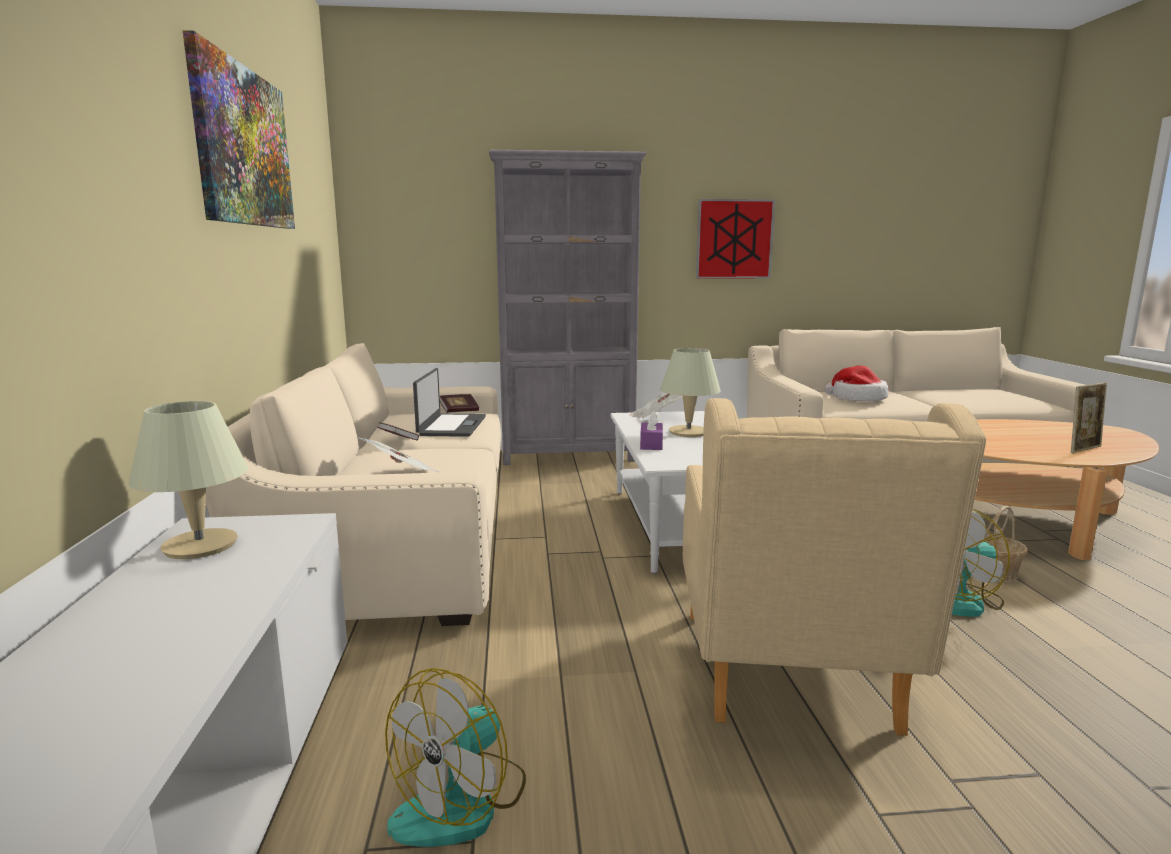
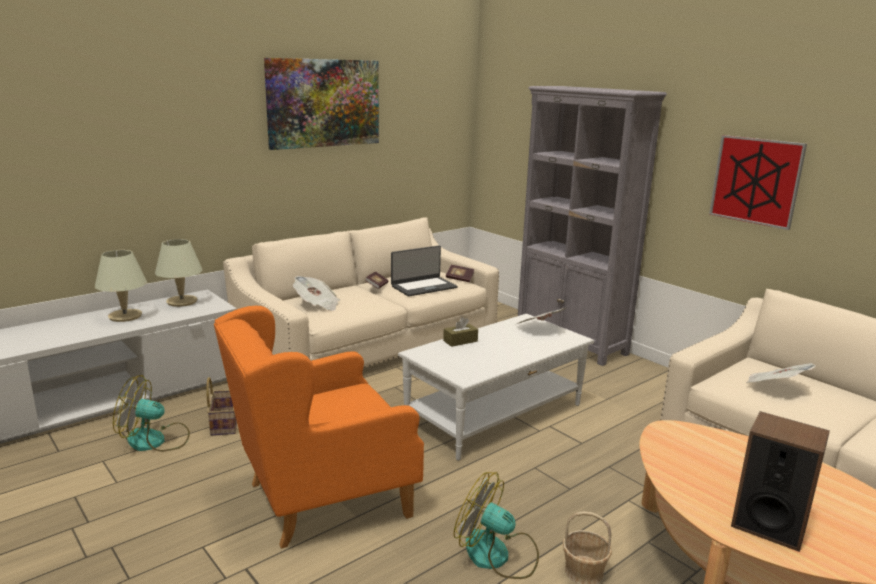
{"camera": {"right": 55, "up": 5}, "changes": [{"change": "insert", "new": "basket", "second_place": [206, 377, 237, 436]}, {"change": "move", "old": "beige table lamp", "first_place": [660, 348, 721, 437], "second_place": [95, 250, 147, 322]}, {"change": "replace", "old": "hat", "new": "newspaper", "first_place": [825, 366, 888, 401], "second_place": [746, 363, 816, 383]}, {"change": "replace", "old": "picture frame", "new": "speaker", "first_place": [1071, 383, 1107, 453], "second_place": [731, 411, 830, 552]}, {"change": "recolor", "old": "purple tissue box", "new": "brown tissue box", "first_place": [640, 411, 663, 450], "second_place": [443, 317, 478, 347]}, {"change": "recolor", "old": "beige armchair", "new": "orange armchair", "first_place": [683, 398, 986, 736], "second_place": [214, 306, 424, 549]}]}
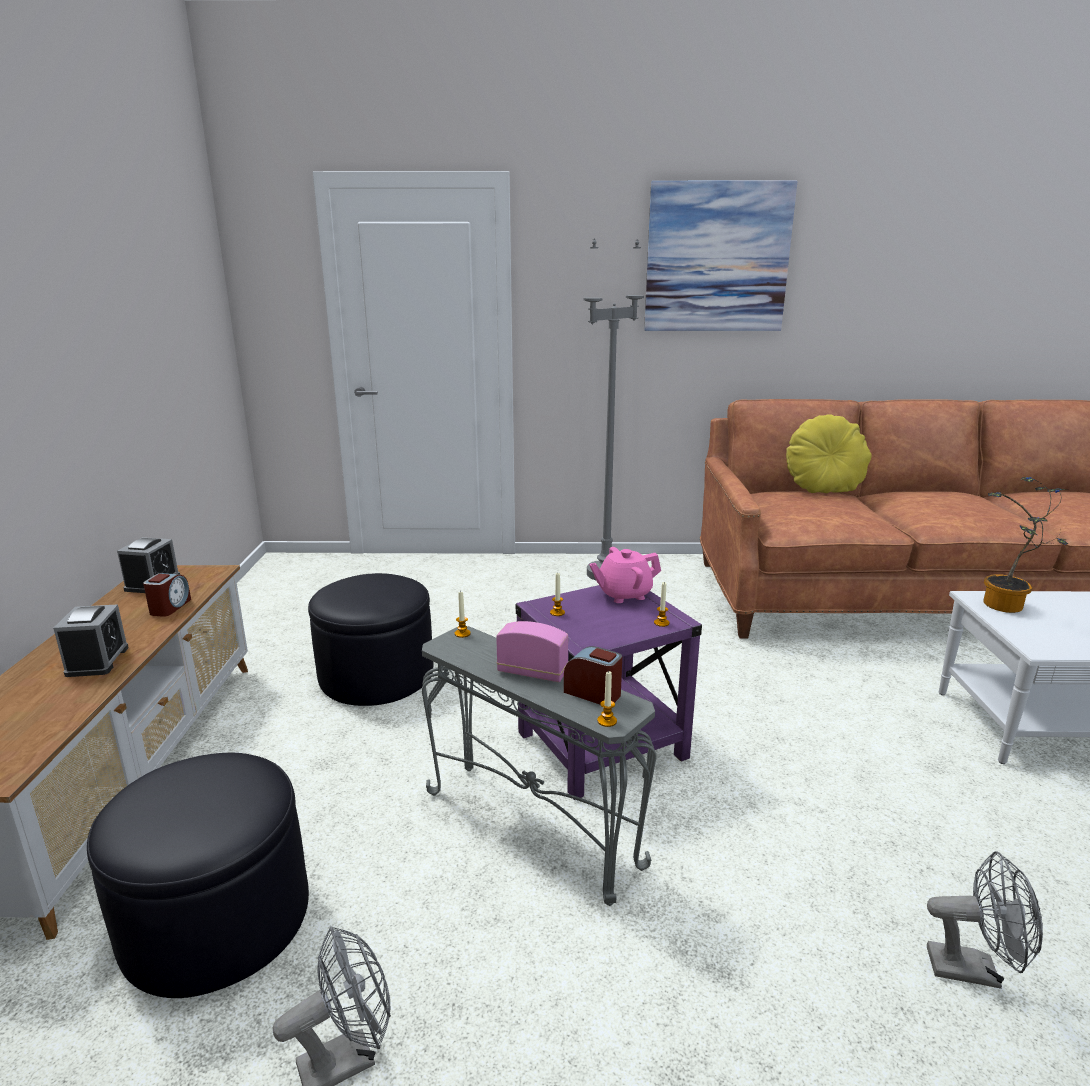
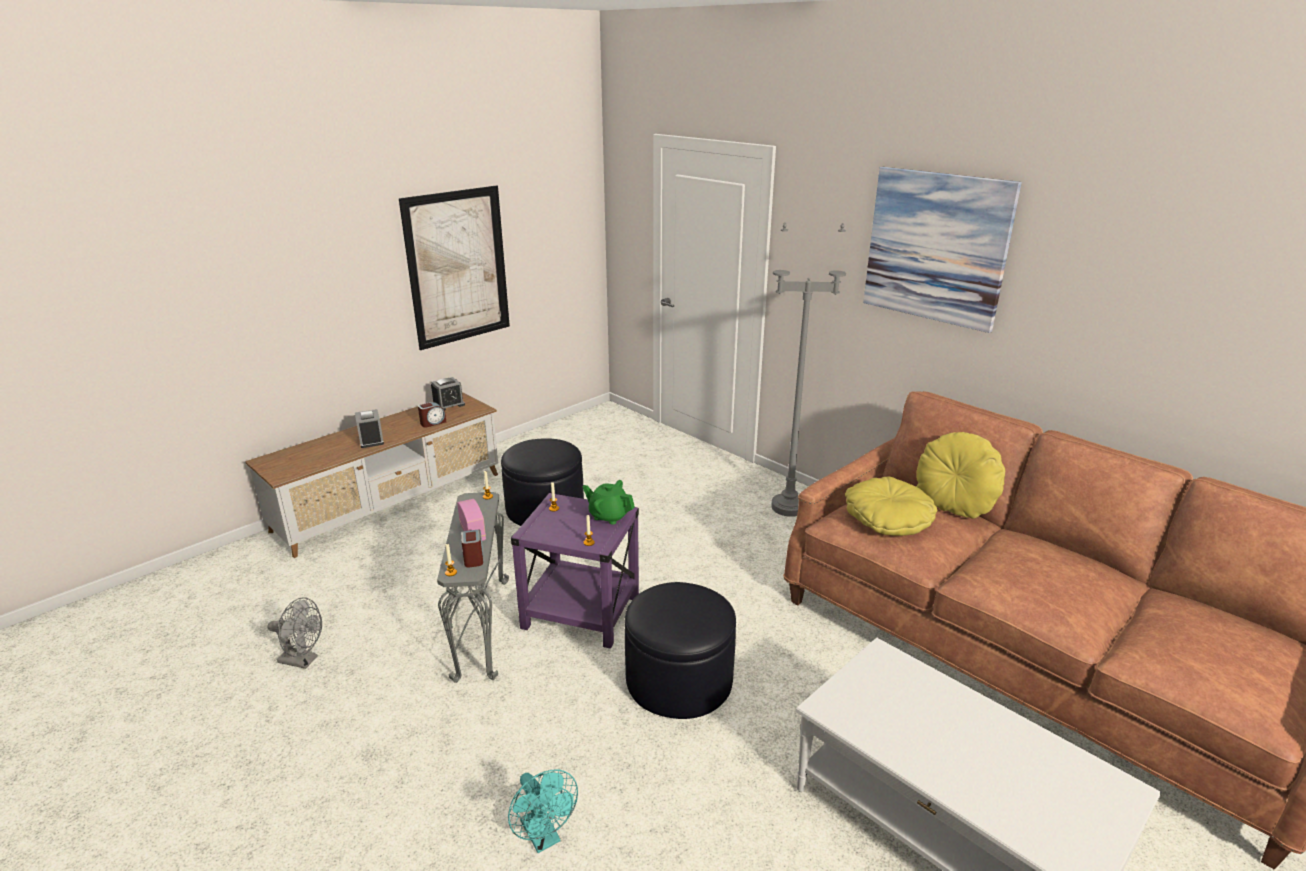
{"camera": {"right": 45, "up": 5}, "changes": [{"change": "delete", "old": "potted plant", "first_place": [983, 477, 1070, 613]}, {"change": "insert", "new": "picture", "second_place": [399, 185, 510, 350]}, {"change": "insert", "new": "yellow pillow", "second_place": [845, 476, 937, 536]}, {"change": "move", "old": "black ottoman", "first_place": [87, 753, 309, 998], "second_place": [625, 582, 736, 719]}, {"change": "recolor", "old": "pink teapot", "new": "green teapot", "first_place": [589, 547, 661, 603], "second_place": [583, 480, 635, 525]}, {"change": "recolor", "old": "grey fan", "new": "turquoise fan", "first_place": [927, 851, 1043, 989], "second_place": [508, 769, 578, 853]}, {"change": "rotate", "old": "alarm clock", "first_place": [53, 604, 129, 677], "second_place": [355, 409, 384, 448], "degrees": -60}]}
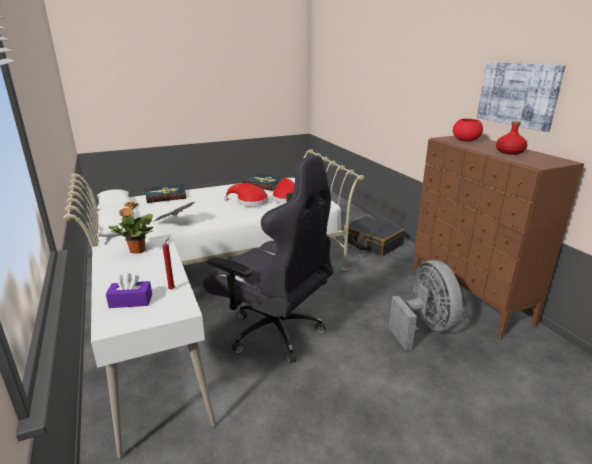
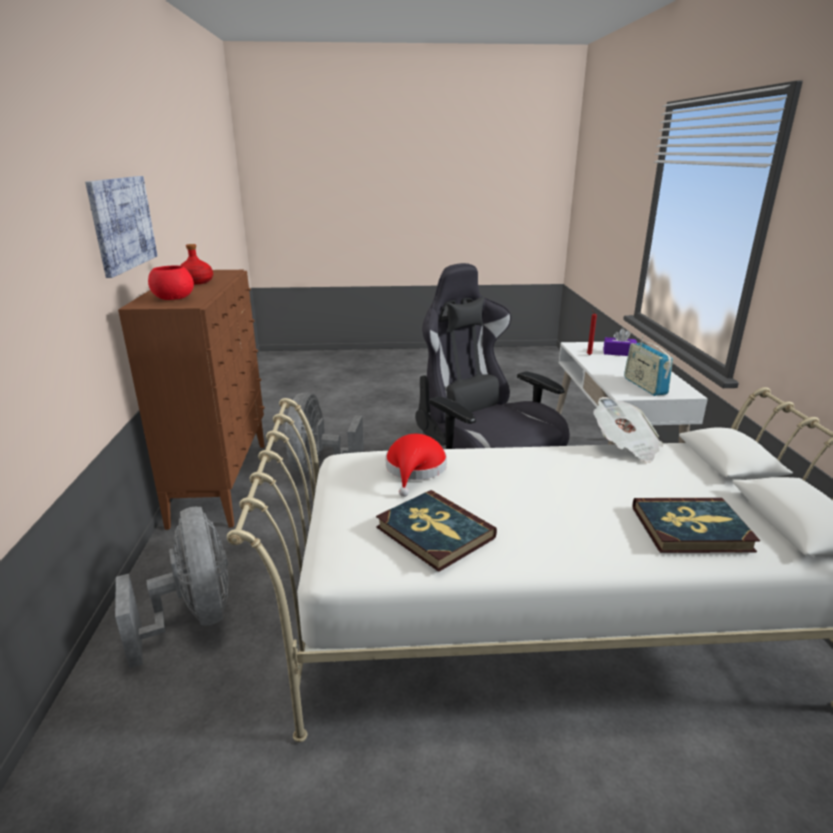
{"camera": {"right": -160, "up": 0}, "changes": [{"change": "delete", "old": "red hat", "first_place": [224, 183, 268, 207]}, {"change": "replace", "old": "potted plant", "new": "radio", "first_place": [108, 202, 154, 254], "second_place": [624, 336, 673, 396]}, {"change": "replace", "old": "black suitcase", "new": "grey fan", "first_place": [343, 216, 405, 257], "second_place": [115, 507, 228, 668]}]}
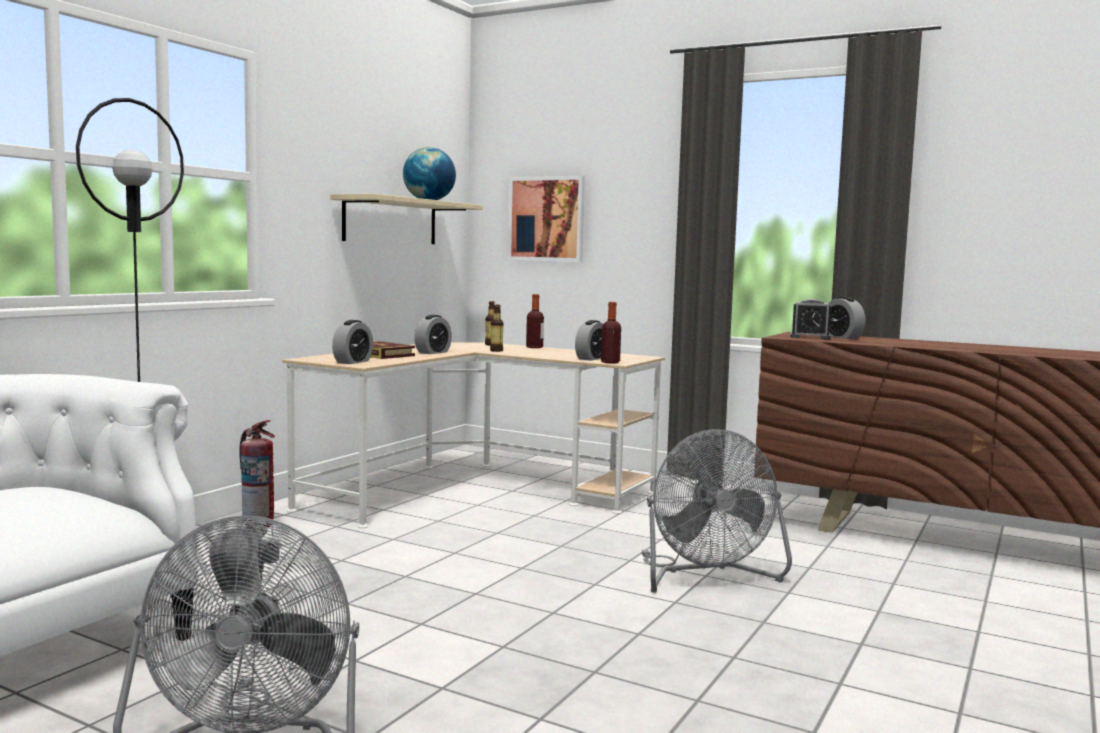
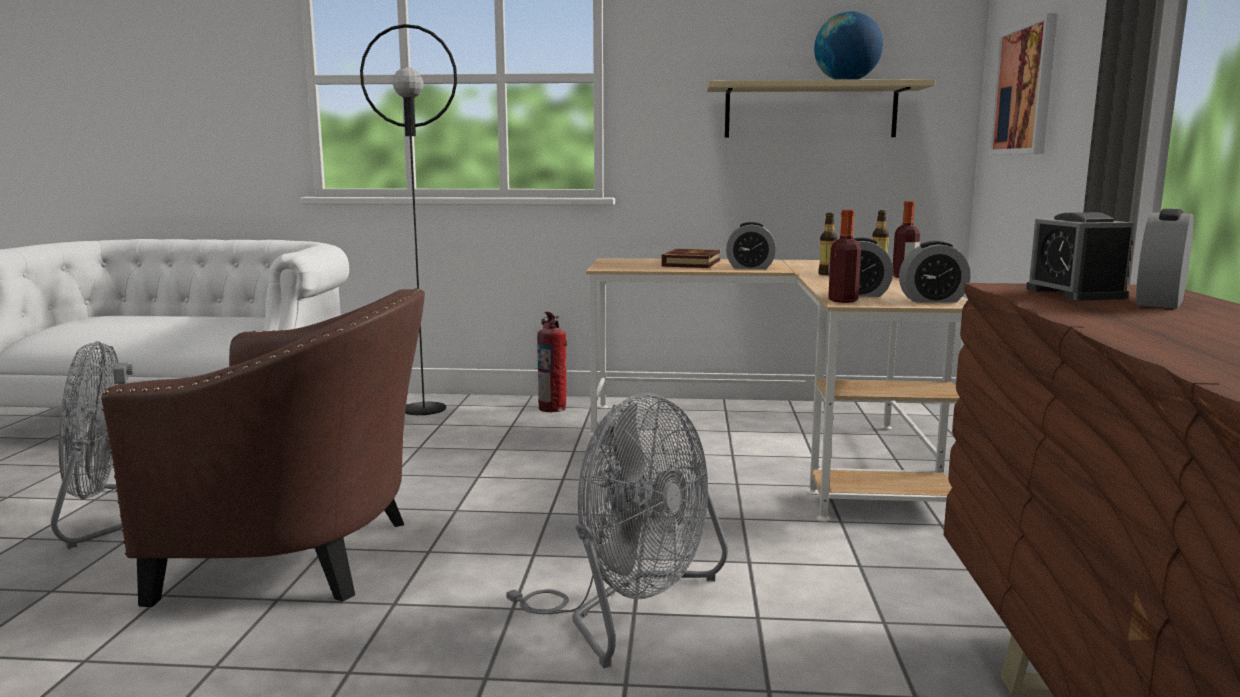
{"camera": {"right": 65, "up": 5}, "changes": [{"change": "insert", "new": "brown armchair", "second_place": [101, 288, 425, 607]}, {"change": "move", "old": "alarm clock", "first_place": [332, 320, 373, 364], "second_place": [899, 241, 971, 303]}, {"change": "rotate", "old": "grey fan", "first_place": [642, 429, 792, 593], "second_place": [507, 393, 728, 668], "degrees": -105}]}
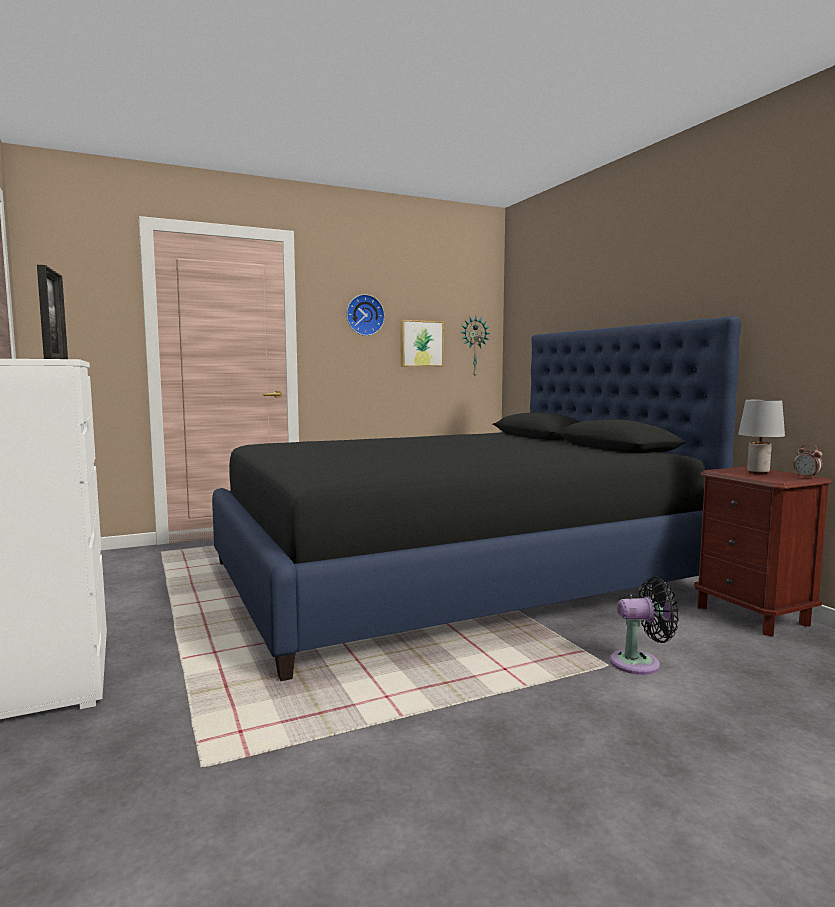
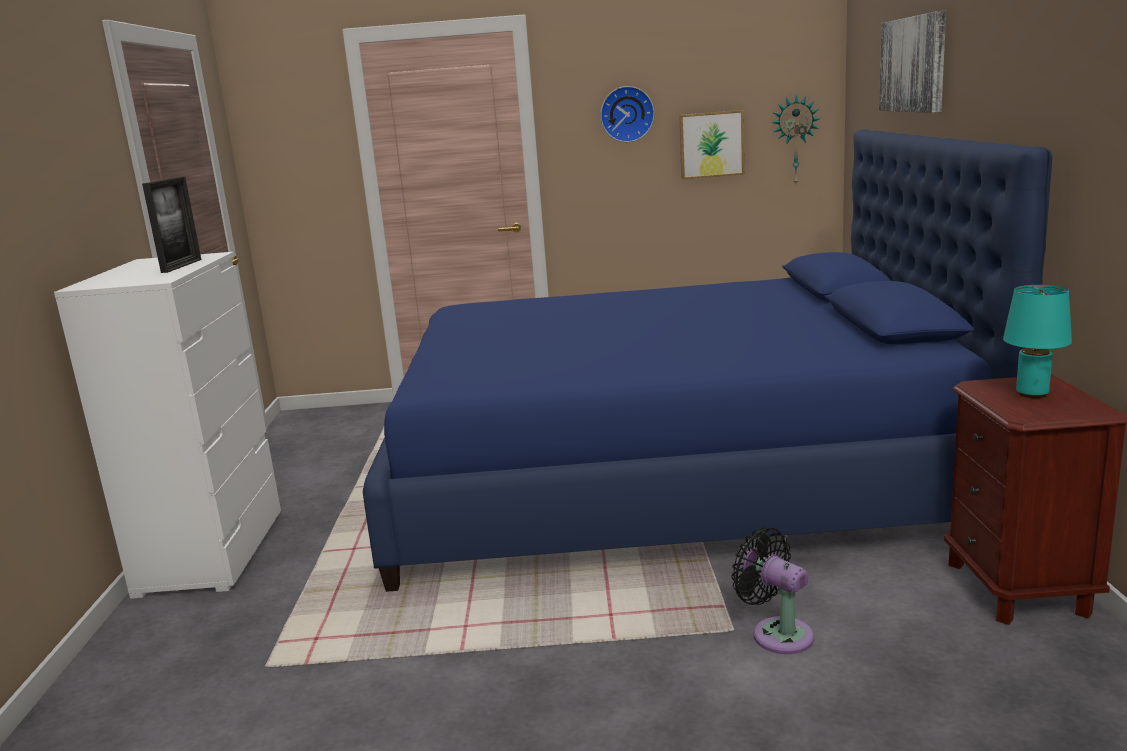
{"camera": {"right": 25, "up": 10}, "changes": [{"change": "delete", "old": "alarm clock", "first_place": [794, 444, 823, 479]}, {"change": "insert", "new": "picture", "second_place": [879, 11, 946, 113]}, {"change": "recolor", "old": "black bed", "new": "blue bed", "first_place": [212, 316, 741, 681], "second_place": [363, 130, 1052, 592]}, {"change": "recolor", "old": "grey table lamp", "new": "turquoise table lamp", "first_place": [738, 400, 785, 474], "second_place": [1003, 285, 1072, 398]}, {"change": "rotate", "old": "black fan", "first_place": [610, 576, 679, 675], "second_place": [731, 527, 814, 654], "degrees": -150}]}
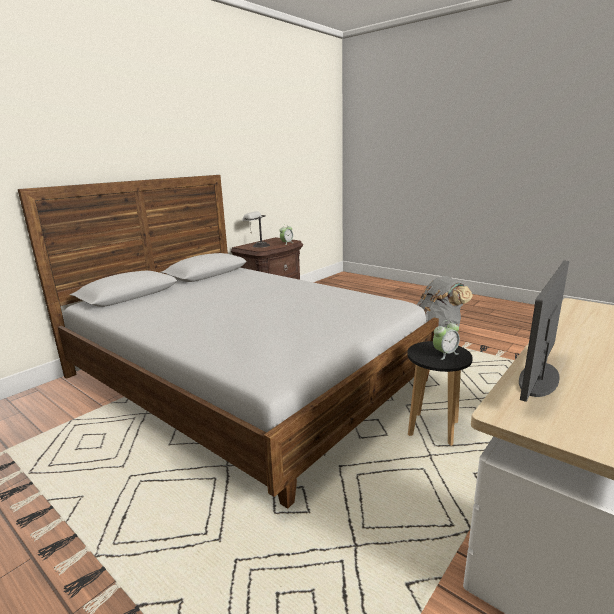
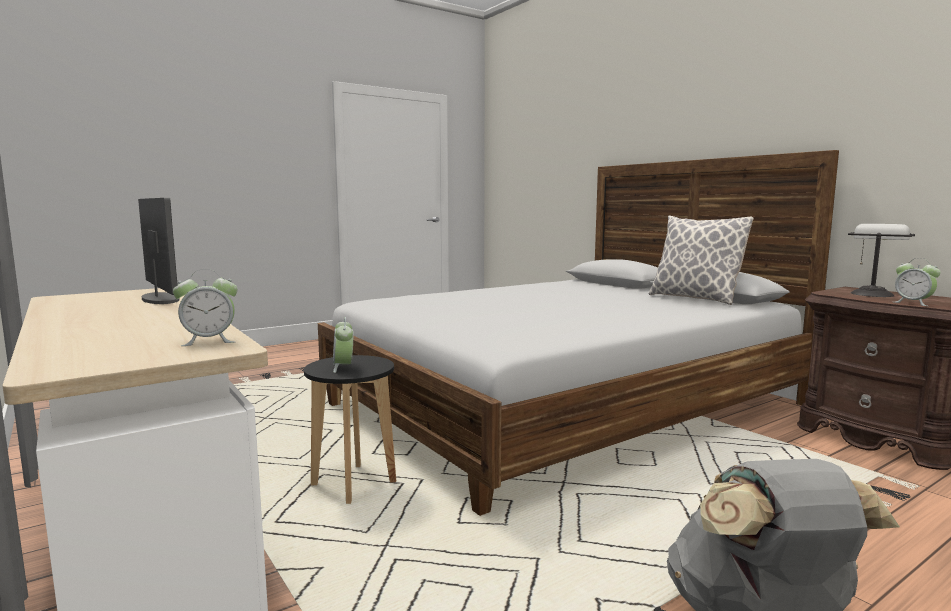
{"camera": {"right": 105, "up": -10}, "changes": [{"change": "insert", "new": "alarm clock", "second_place": [173, 269, 237, 346]}, {"change": "insert", "new": "pillow", "second_place": [649, 216, 754, 305]}]}
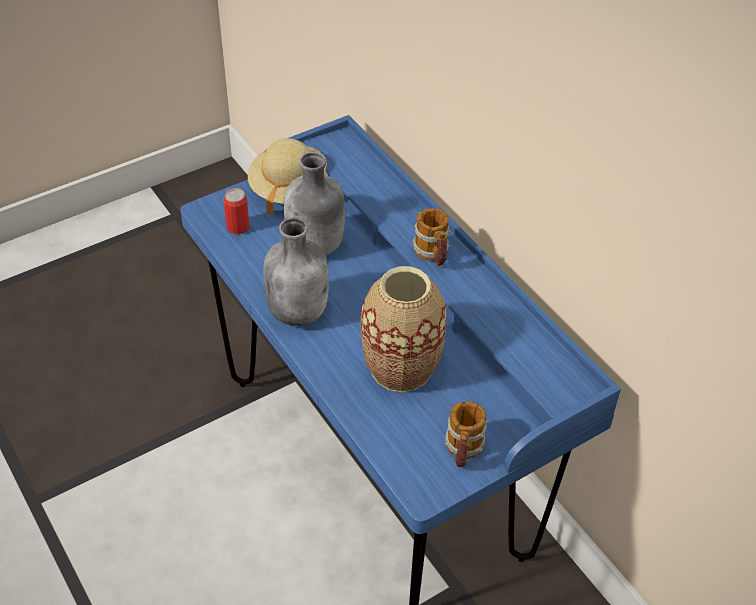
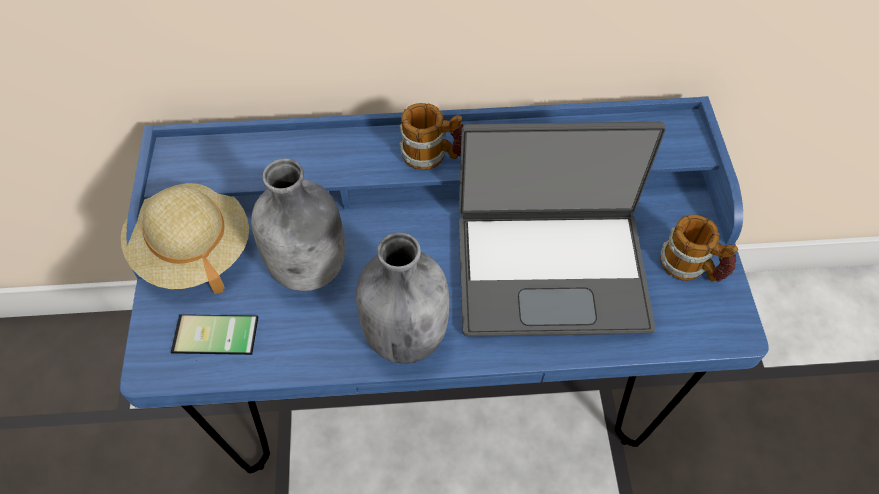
{"camera": {"right": -60, "up": 10}, "changes": [{"change": "replace", "old": "can", "new": "phone", "first_place": [223, 188, 249, 235], "second_place": [171, 314, 258, 355]}, {"change": "replace", "old": "vase", "new": "laptop", "first_place": [361, 266, 447, 392], "second_place": [459, 122, 666, 337]}]}
